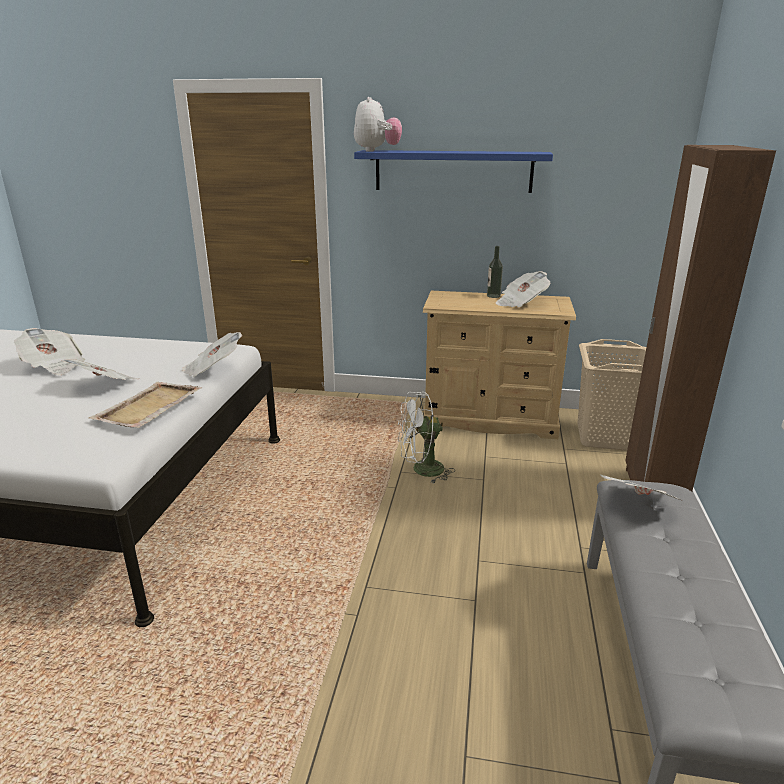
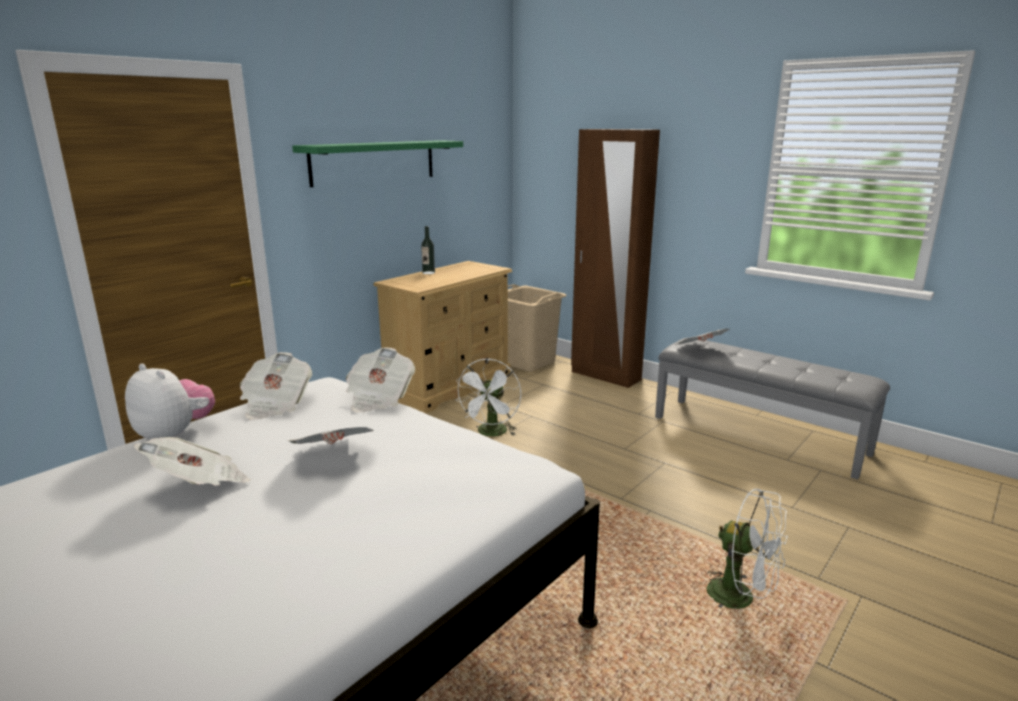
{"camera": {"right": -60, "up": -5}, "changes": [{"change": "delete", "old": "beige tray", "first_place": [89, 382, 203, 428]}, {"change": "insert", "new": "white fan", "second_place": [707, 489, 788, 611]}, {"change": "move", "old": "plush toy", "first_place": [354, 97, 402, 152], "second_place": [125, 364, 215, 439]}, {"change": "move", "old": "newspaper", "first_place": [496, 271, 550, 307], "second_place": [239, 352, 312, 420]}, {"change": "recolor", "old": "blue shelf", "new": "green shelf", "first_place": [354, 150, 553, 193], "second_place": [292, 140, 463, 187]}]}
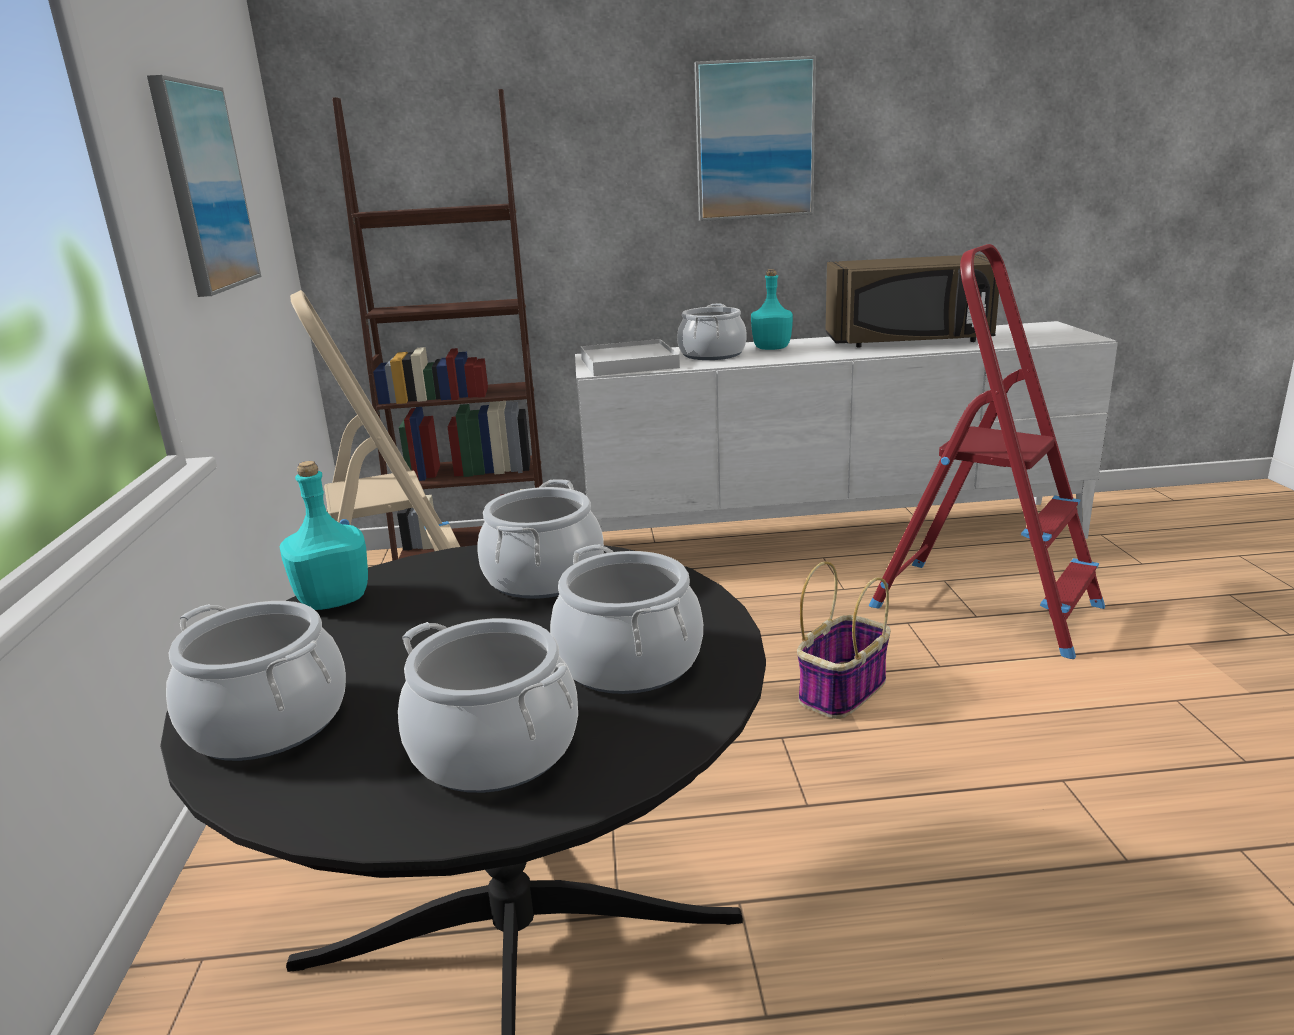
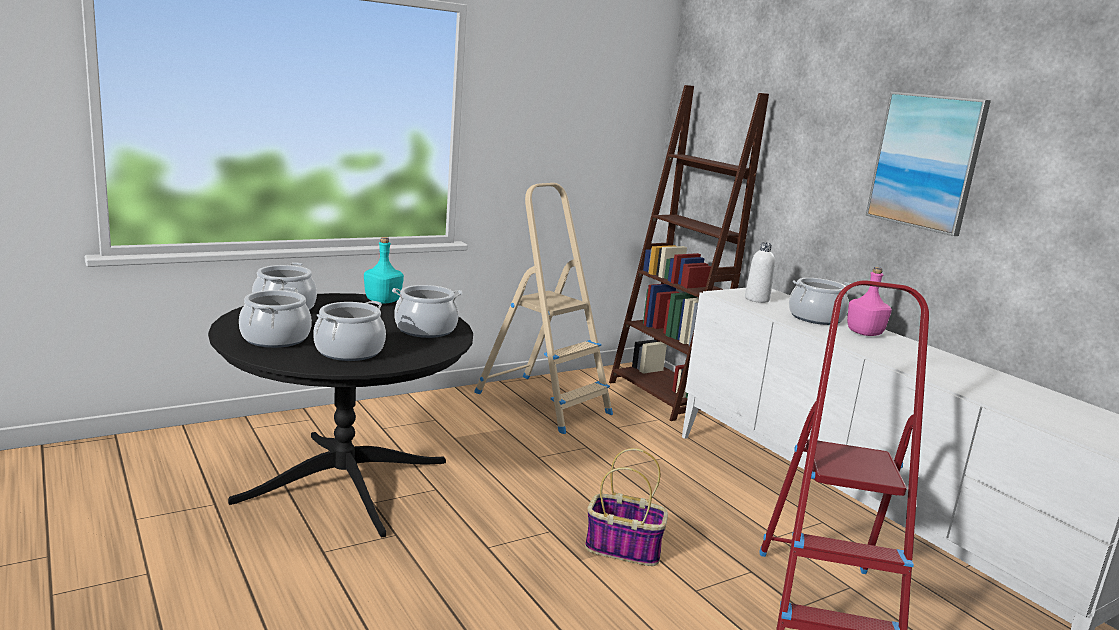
{"camera": {"right": 60, "up": -5}, "changes": [{"change": "delete", "old": "picture", "first_place": [147, 75, 261, 297]}, {"change": "delete", "old": "brown microwave", "first_place": [826, 254, 999, 347]}, {"change": "replace", "old": "white tray", "new": "white bottle", "first_place": [580, 339, 680, 376], "second_place": [745, 242, 775, 303]}, {"change": "recolor", "old": "turquoise bottle", "new": "pink bottle", "first_place": [751, 269, 793, 350], "second_place": [847, 267, 892, 336]}]}
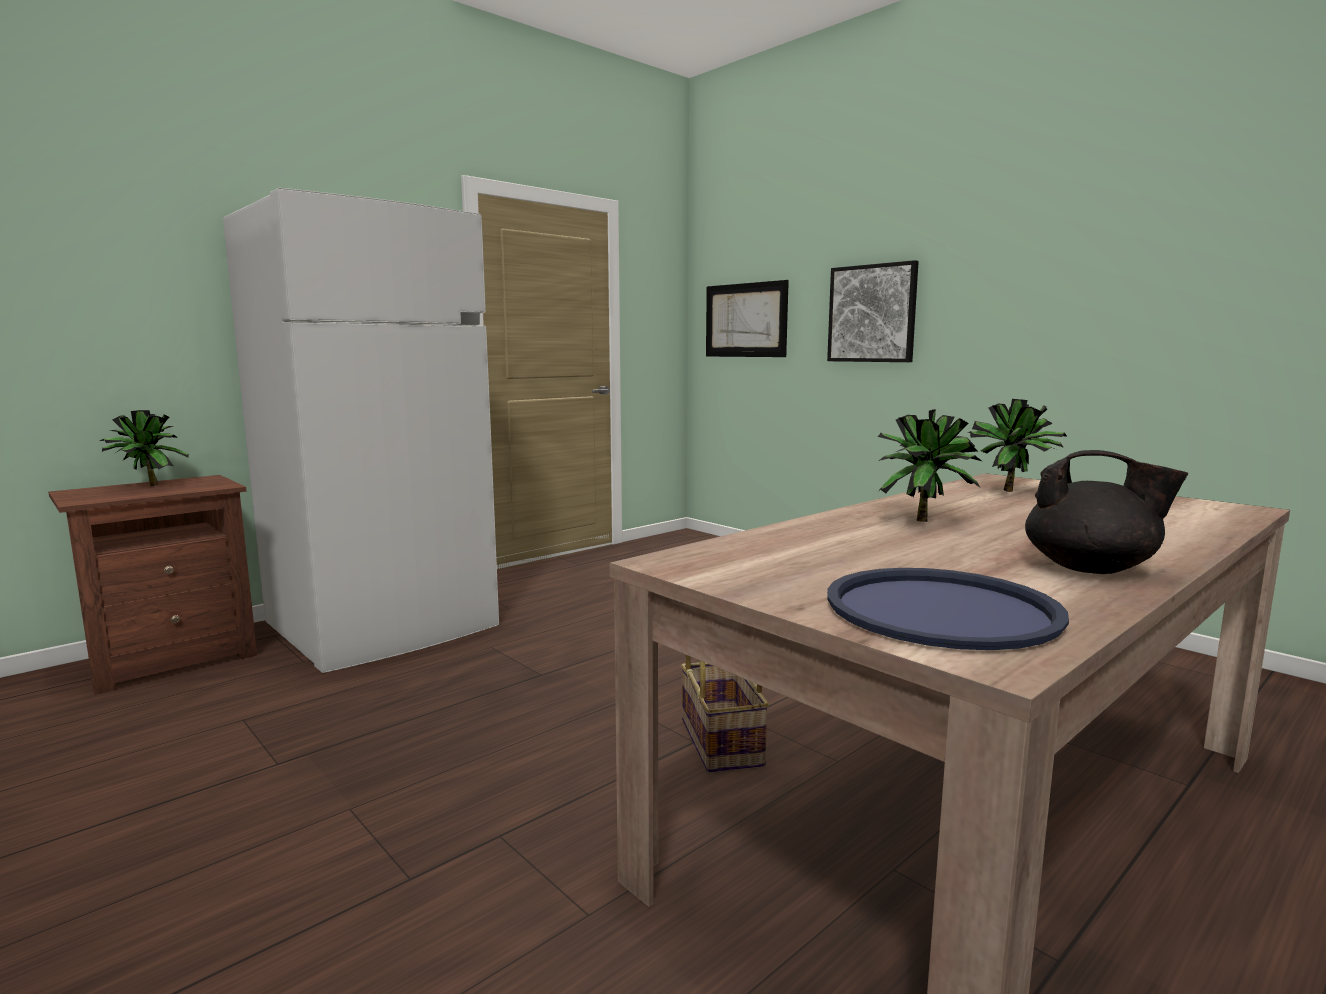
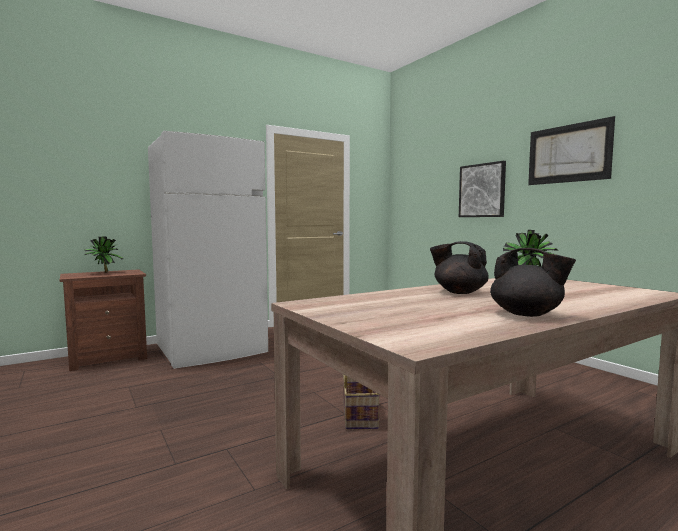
{"camera": {"right": 10, "up": -5}, "changes": [{"change": "delete", "old": "blue tray", "first_place": [827, 568, 1069, 650]}, {"change": "move", "old": "picture", "first_place": [706, 280, 789, 357], "second_place": [528, 116, 615, 185]}, {"change": "replace", "old": "potted plant", "new": "black teapot", "first_place": [878, 409, 982, 522], "second_place": [430, 241, 489, 294]}]}
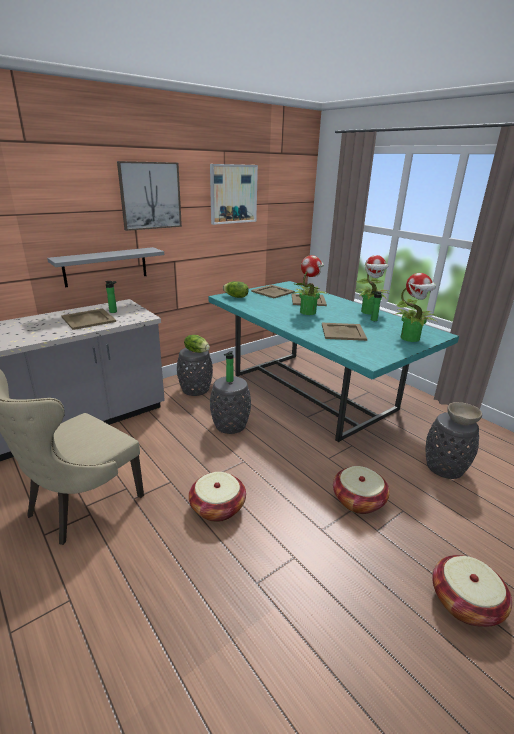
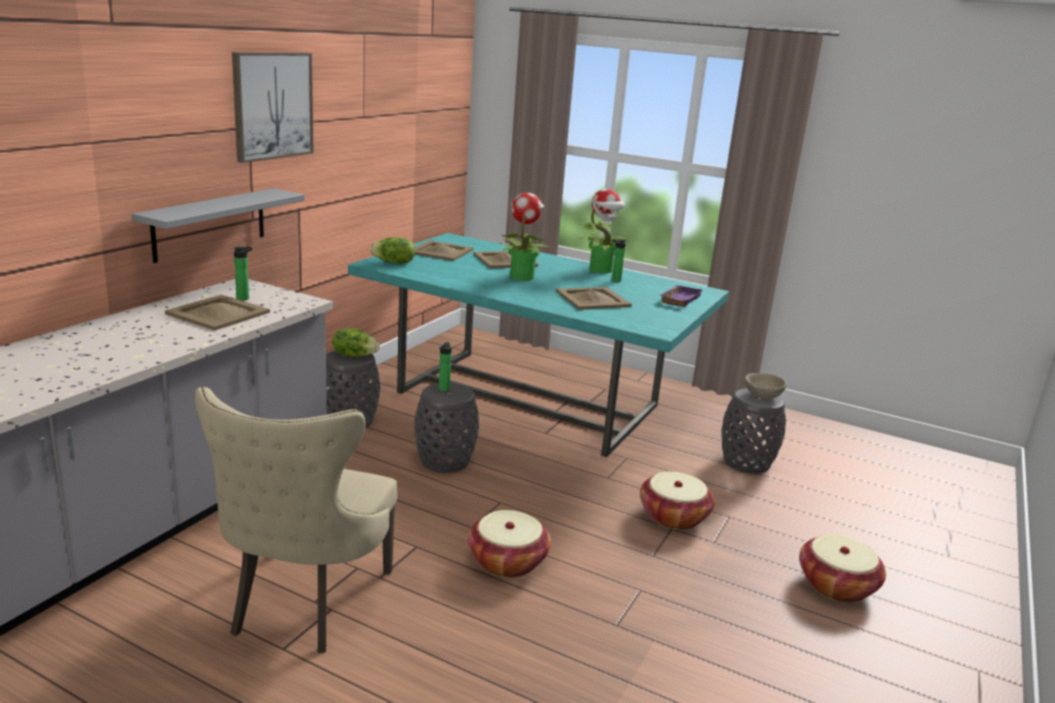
{"camera": {"right": -25, "up": -5}, "changes": [{"change": "delete", "old": "picture", "first_place": [210, 164, 258, 225]}, {"change": "replace", "old": "potted plant", "new": "purple tray", "first_place": [394, 273, 437, 342], "second_place": [660, 285, 703, 307]}]}
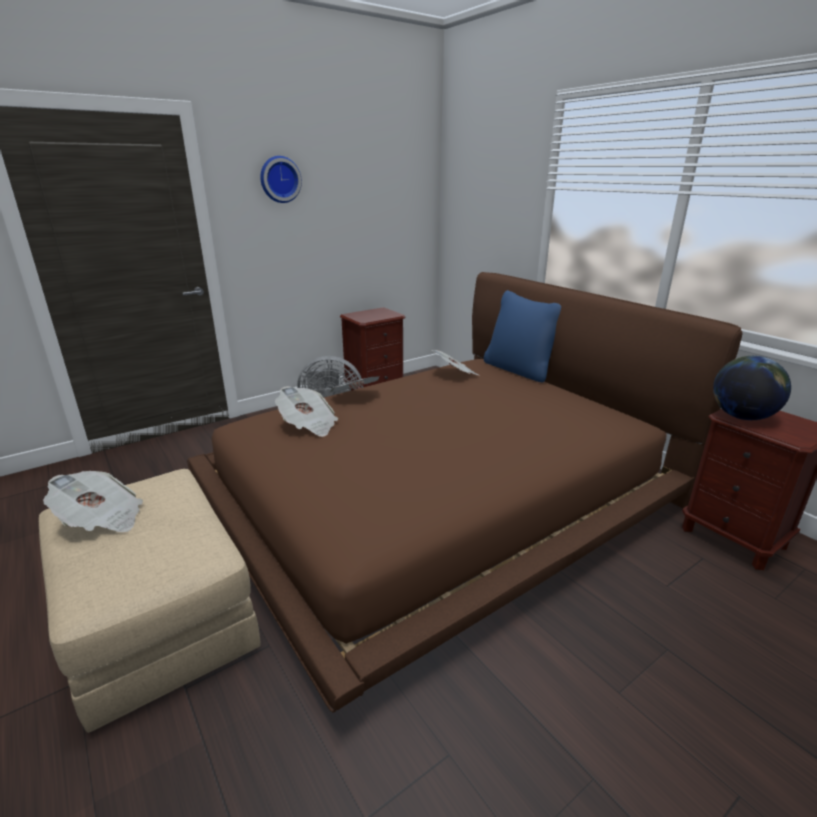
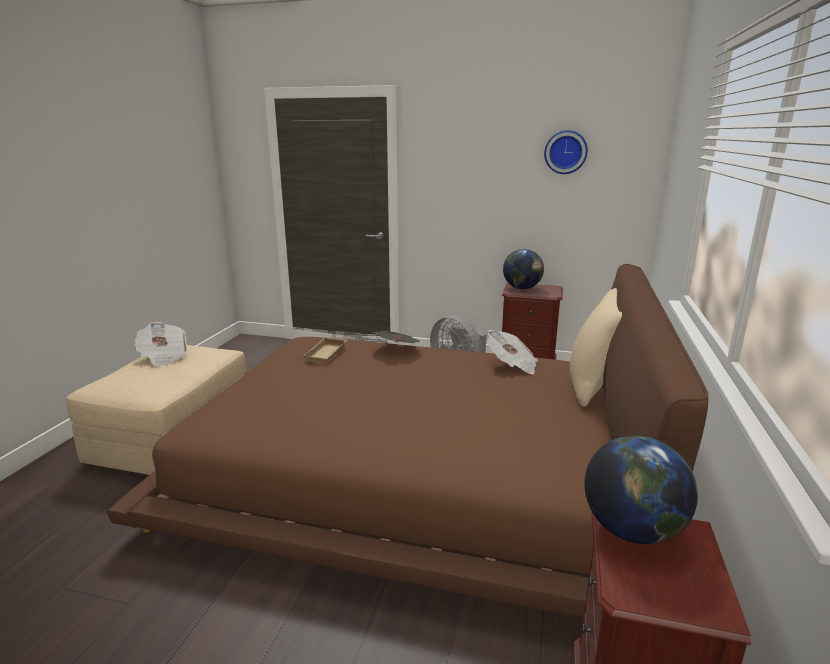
{"camera": {"right": 50, "up": -5}, "changes": [{"change": "insert", "new": "globe", "second_place": [503, 249, 544, 289]}, {"change": "move", "old": "wall clock", "first_place": [260, 156, 302, 203], "second_place": [544, 130, 588, 174]}, {"change": "replace", "old": "newspaper", "new": "beige tray", "first_place": [275, 386, 338, 437], "second_place": [302, 337, 347, 362]}, {"change": "recolor", "old": "blue pillow", "new": "beige pillow", "first_place": [484, 290, 561, 382], "second_place": [570, 288, 622, 407]}]}
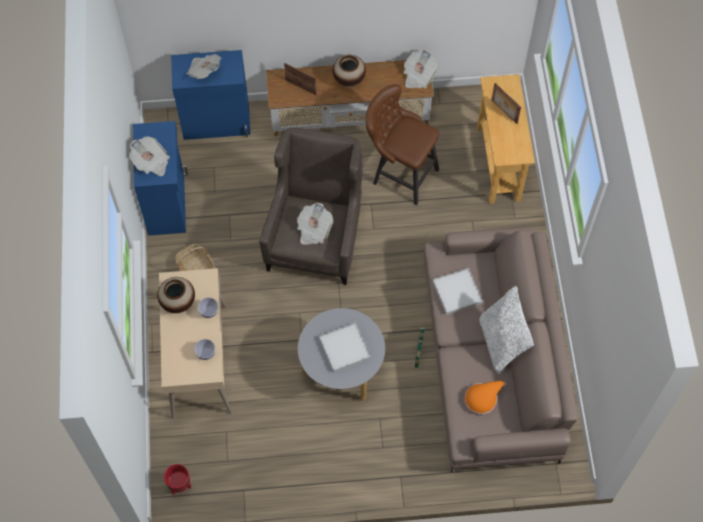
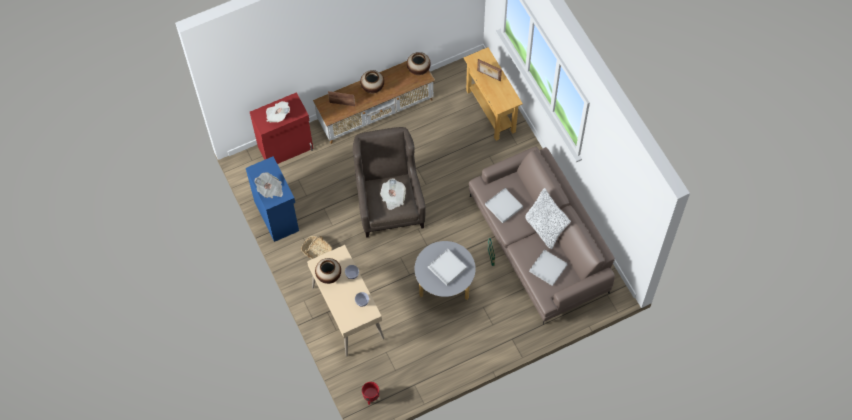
{"camera": {"right": -20, "up": 0}, "changes": [{"change": "delete", "old": "brown stool", "first_place": [366, 84, 439, 205]}, {"change": "replace", "old": "newspaper", "new": "vase", "first_place": [403, 50, 438, 89], "second_place": [407, 52, 431, 75]}, {"change": "replace", "old": "orange hat", "new": "white tray", "first_place": [464, 381, 507, 415], "second_place": [529, 249, 568, 286]}, {"change": "recolor", "old": "blue cabinet", "new": "red cabinet", "first_place": [171, 50, 250, 140], "second_place": [250, 92, 313, 164]}]}
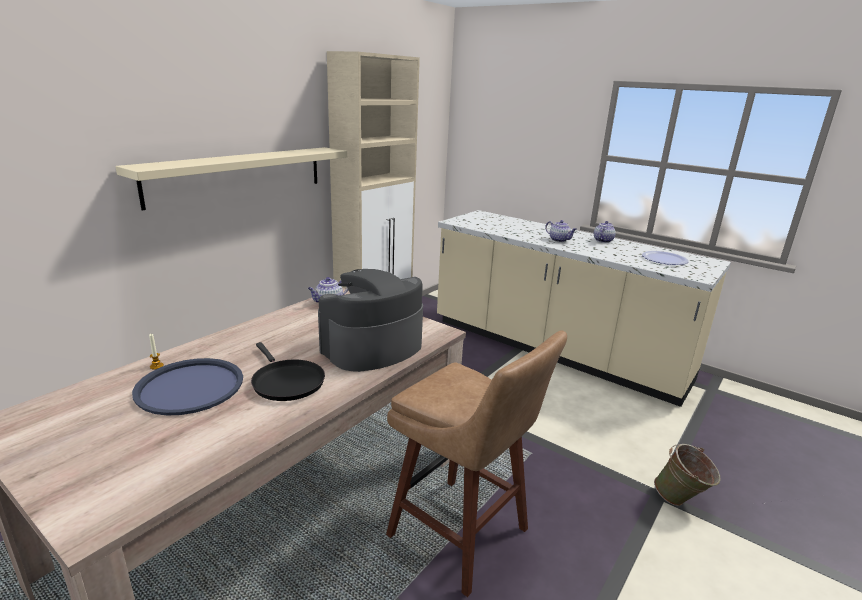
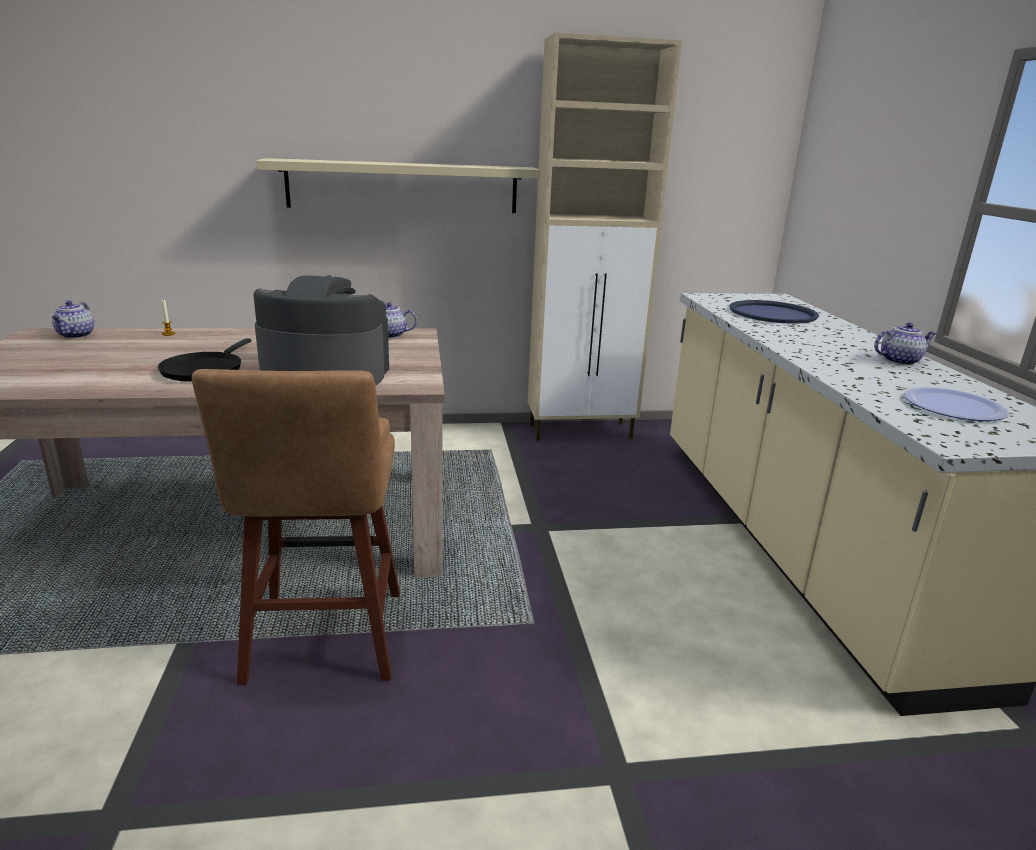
{"camera": {"right": 45, "up": 0}, "changes": [{"change": "delete", "old": "green bucket", "first_place": [654, 444, 720, 506]}, {"change": "move", "old": "blue tray", "first_place": [132, 358, 243, 416], "second_place": [730, 300, 819, 324]}, {"change": "move", "old": "teapot", "first_place": [545, 220, 577, 242], "second_place": [52, 301, 94, 338]}]}
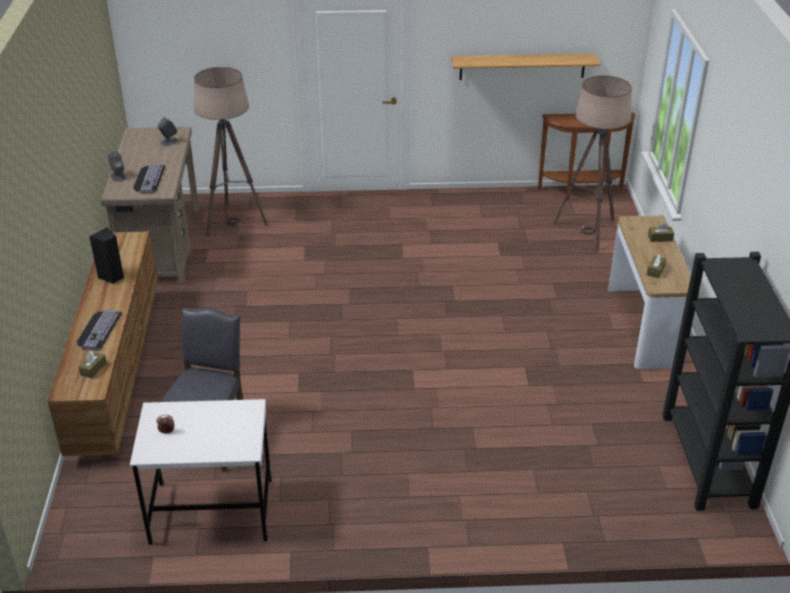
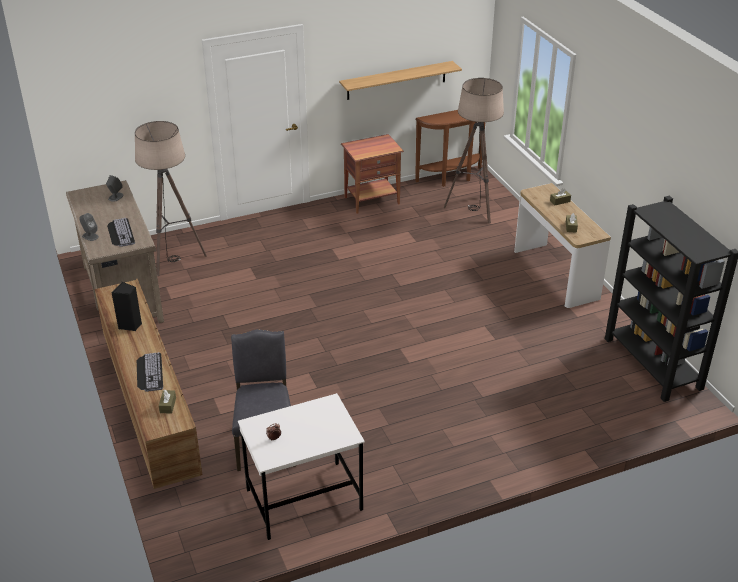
{"camera": {"right": -20, "up": 0}, "changes": [{"change": "insert", "new": "nightstand", "second_place": [341, 134, 404, 214]}]}
